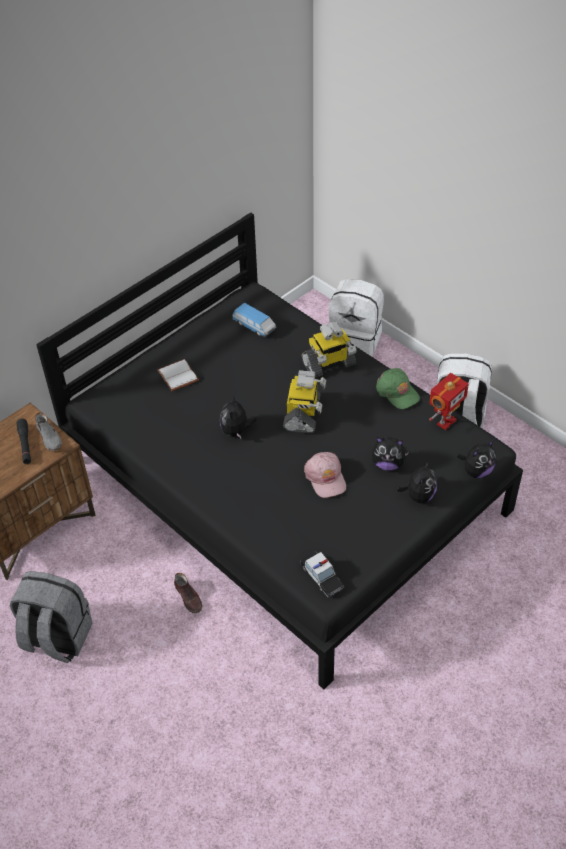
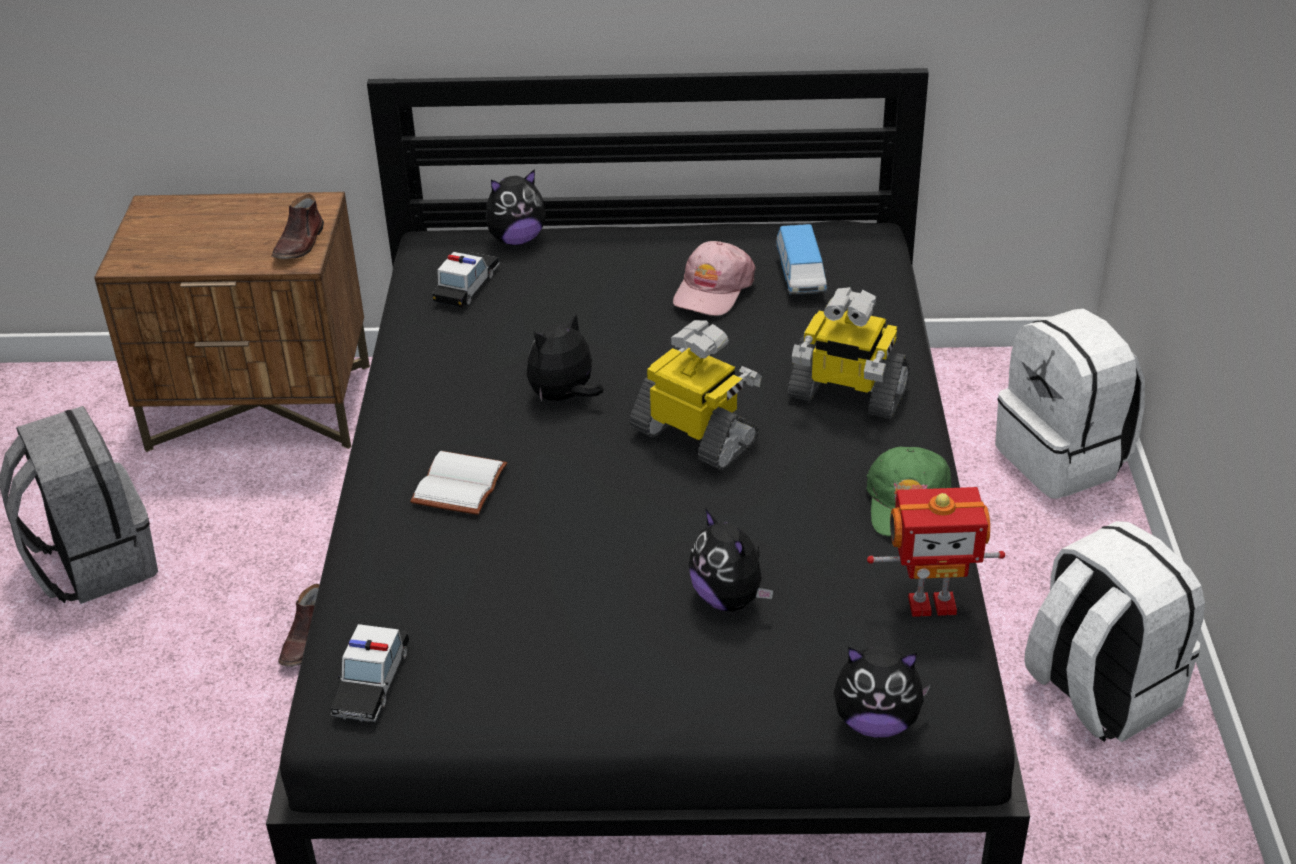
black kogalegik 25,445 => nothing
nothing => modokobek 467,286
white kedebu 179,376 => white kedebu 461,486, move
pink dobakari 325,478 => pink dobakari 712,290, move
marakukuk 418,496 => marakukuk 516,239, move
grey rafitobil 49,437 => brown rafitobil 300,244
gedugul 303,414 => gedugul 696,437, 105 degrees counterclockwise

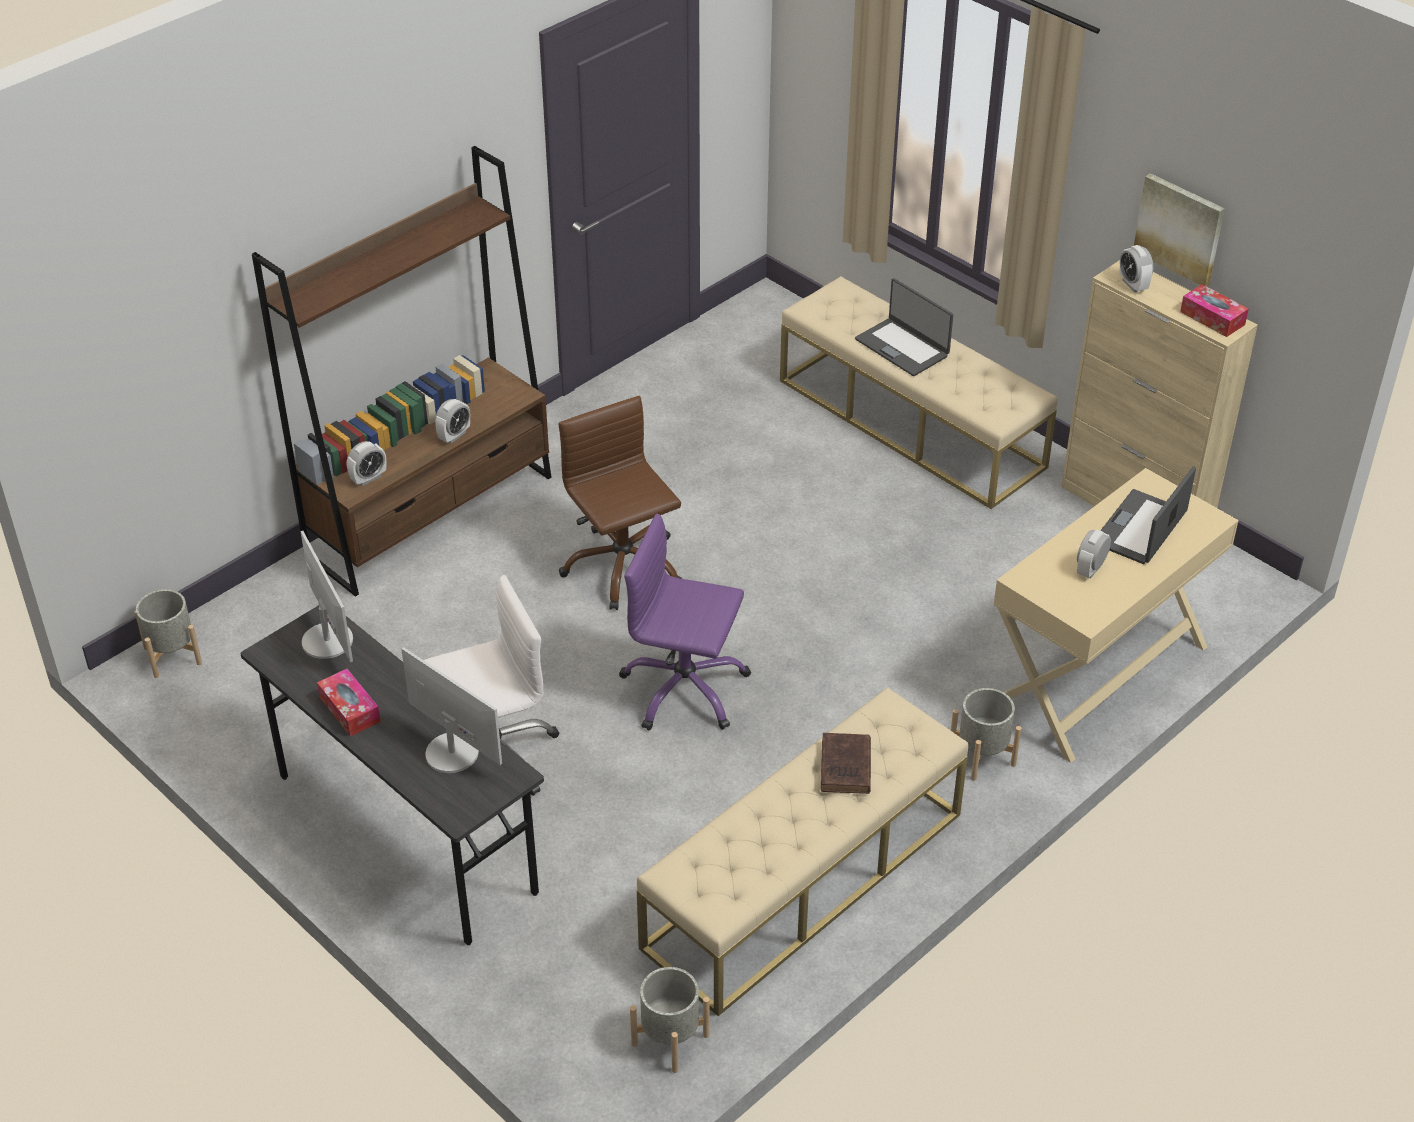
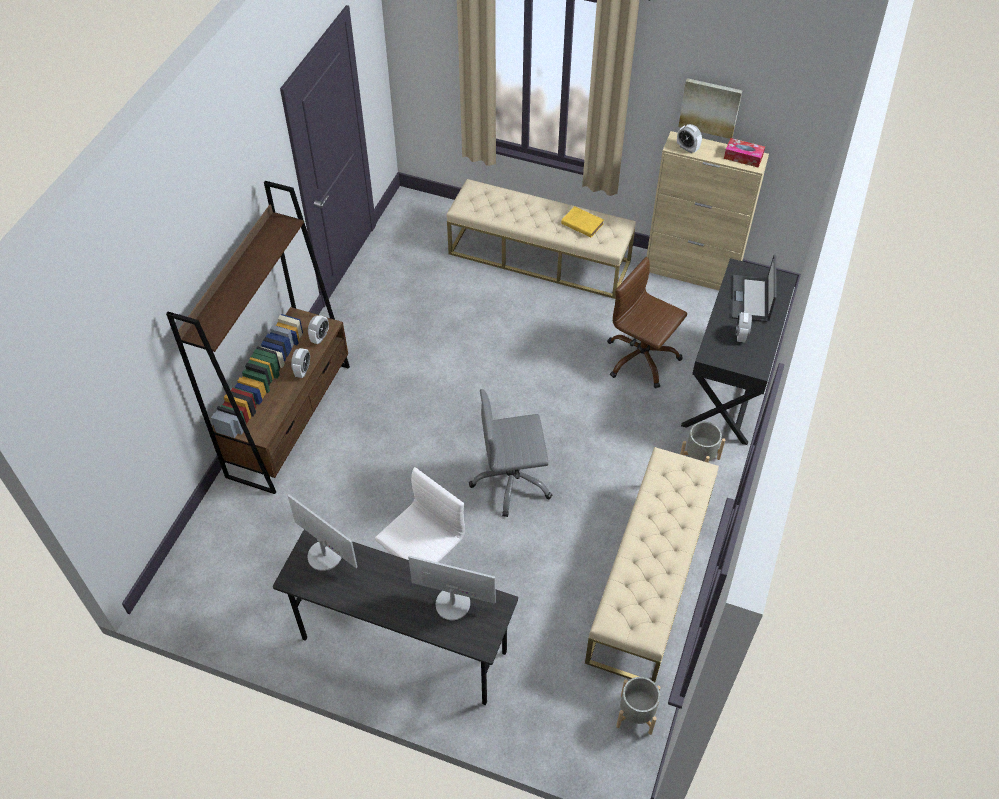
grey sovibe 173,655 => nothing
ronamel 350,709 => nothing
brown kedebu 845,768 => nothing
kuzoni 902,347 => nothing
nothing => yellow kedebu 581,223
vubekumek 368,478 => vubekumek 320,337, move
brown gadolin 622,567 => brown gadolin 641,359, move
purple gadolin 684,689 => grey gadolin 512,481
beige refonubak 1097,676 => black refonubak 730,385

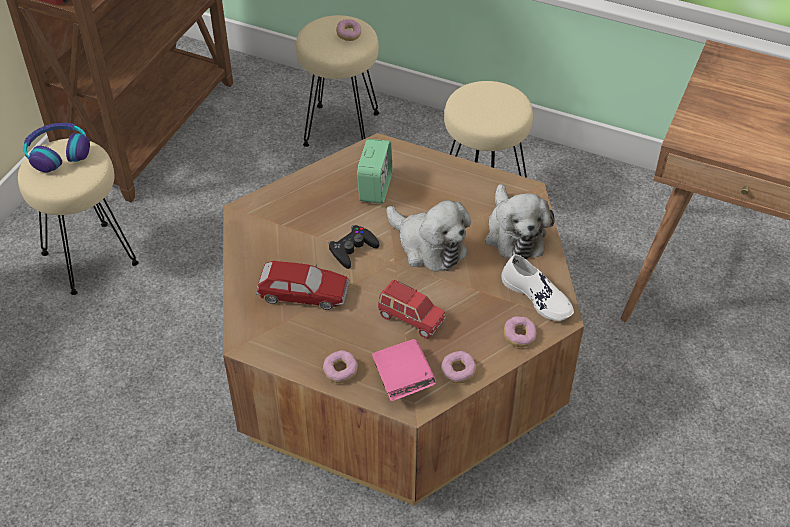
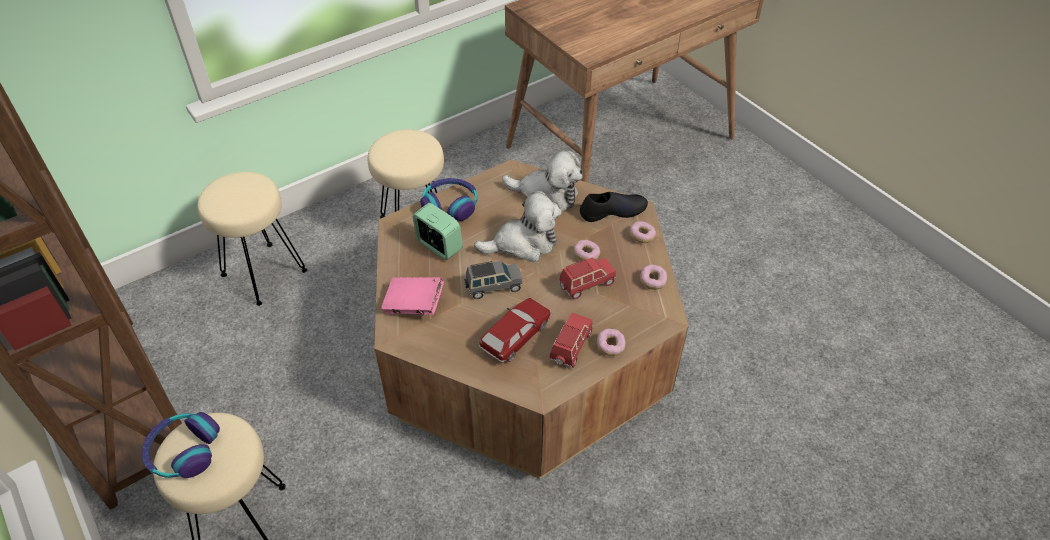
nothing => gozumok 450,205
nothing => red modokobek 570,347
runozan 349,35 => runozan 586,255, move
pink kedebu 403,380 => pink kedebu 414,305, move
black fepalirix 352,250 => grey modokobek 493,287
white rafitobil 537,296 => black rafitobil 613,211

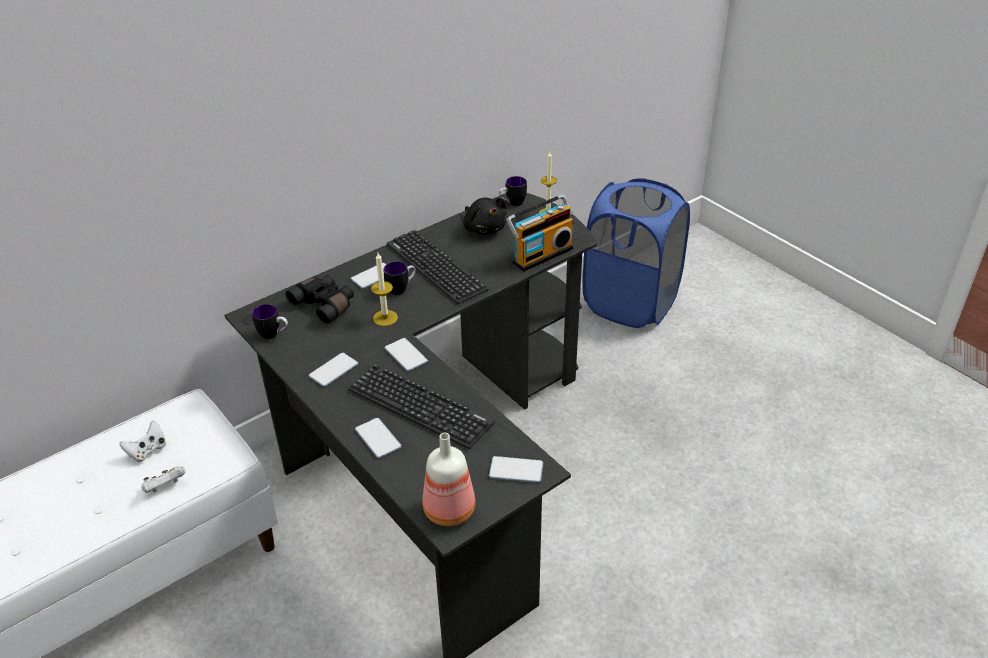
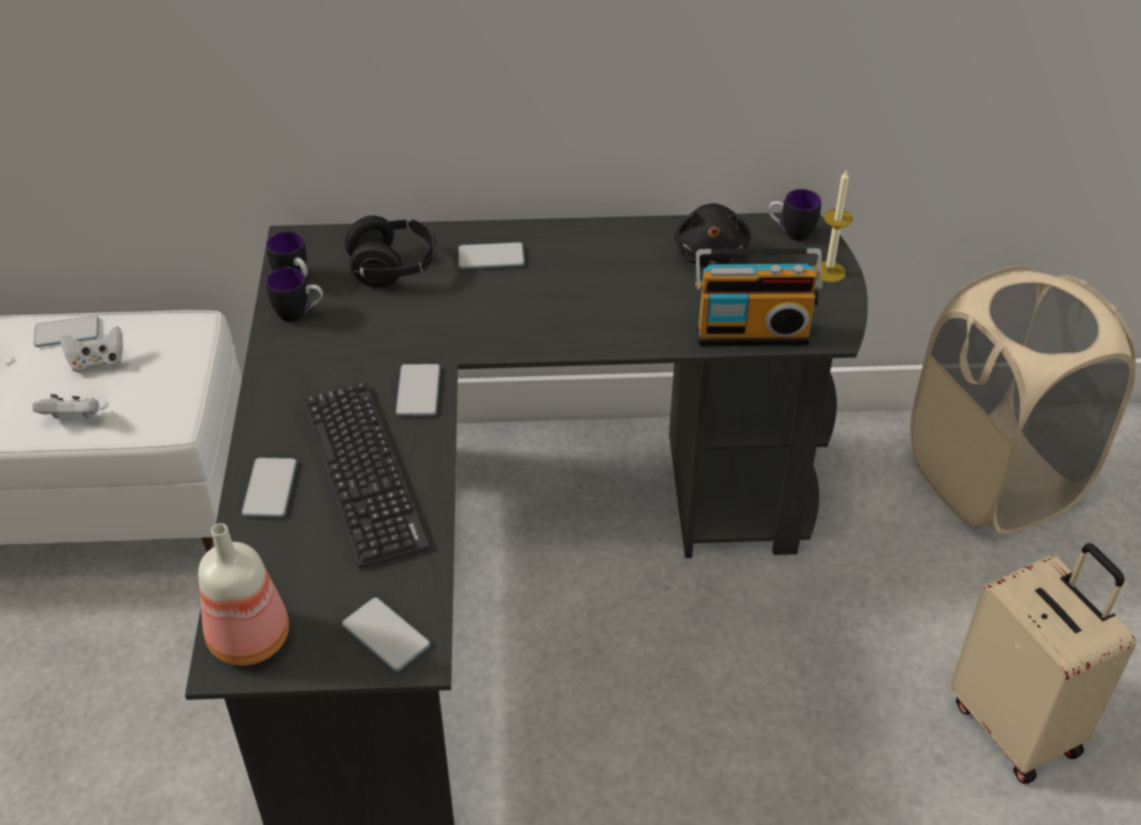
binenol 385,318 => nothing
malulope 436,267 => nothing
nothing => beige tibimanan 1017,726
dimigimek 333,370 => dimigimek 67,333, move
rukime 401,289 => rukime 299,315, move
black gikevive 325,304 => black gozumok 394,269
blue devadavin 630,303 => beige devadavin 993,479

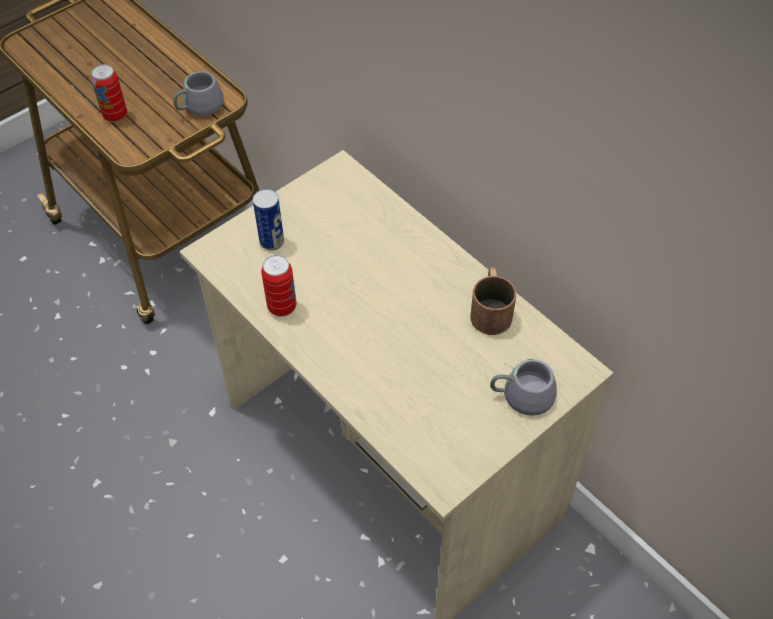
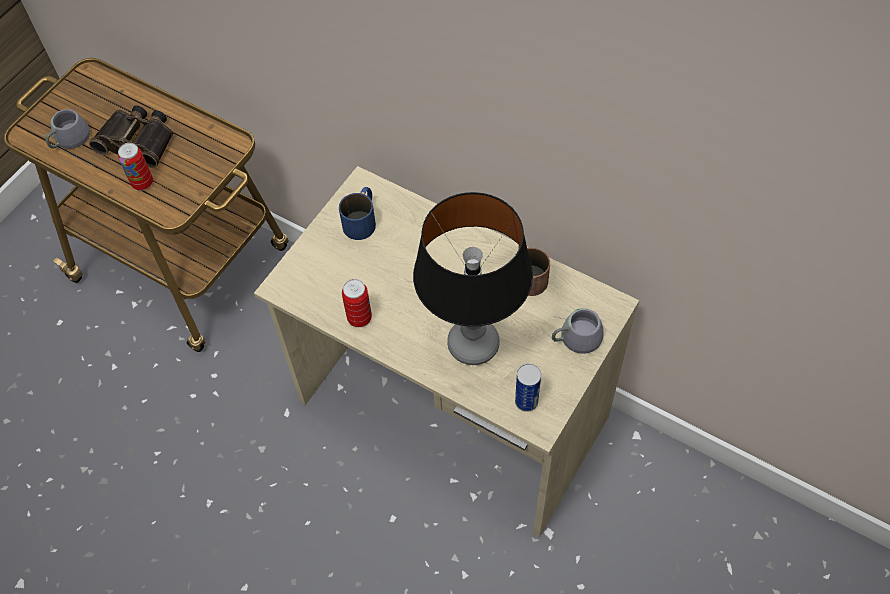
nothing => gikevive 138,140
nothing => blue rukime 362,219
nothing => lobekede 472,344
grey rukime 196,104 => grey rukime 66,138, move
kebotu 272,242 => kebotu 526,401, move

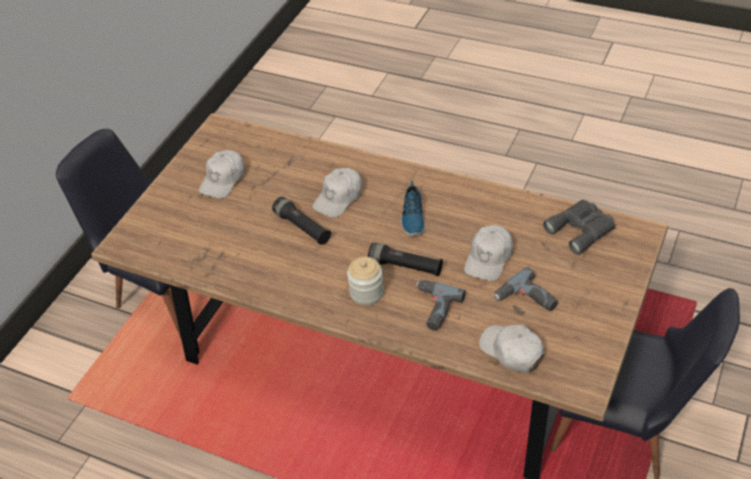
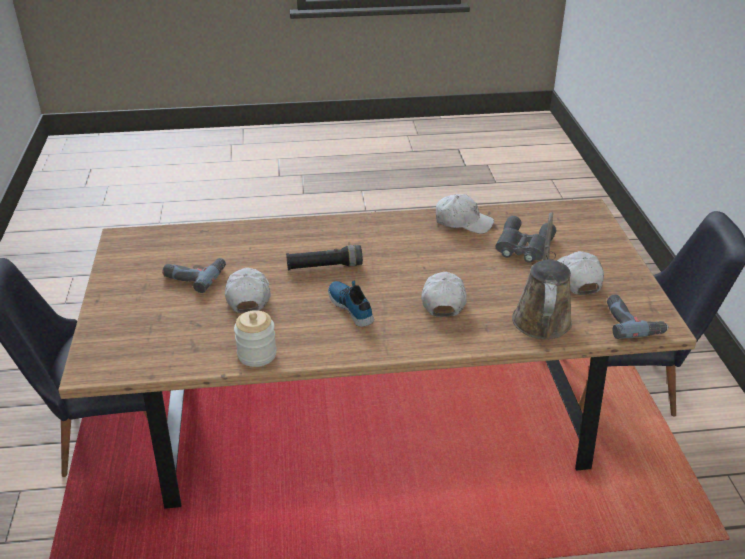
black kogalegik 302,227 => nothing
nothing => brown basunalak 541,316
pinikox 367,292 => pinikox 257,354, move
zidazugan 433,308 => zidazugan 632,322, move
white dobakari 512,351 => white dobakari 463,222, move
grey gikevive 582,229 => grey gikevive 523,246, move

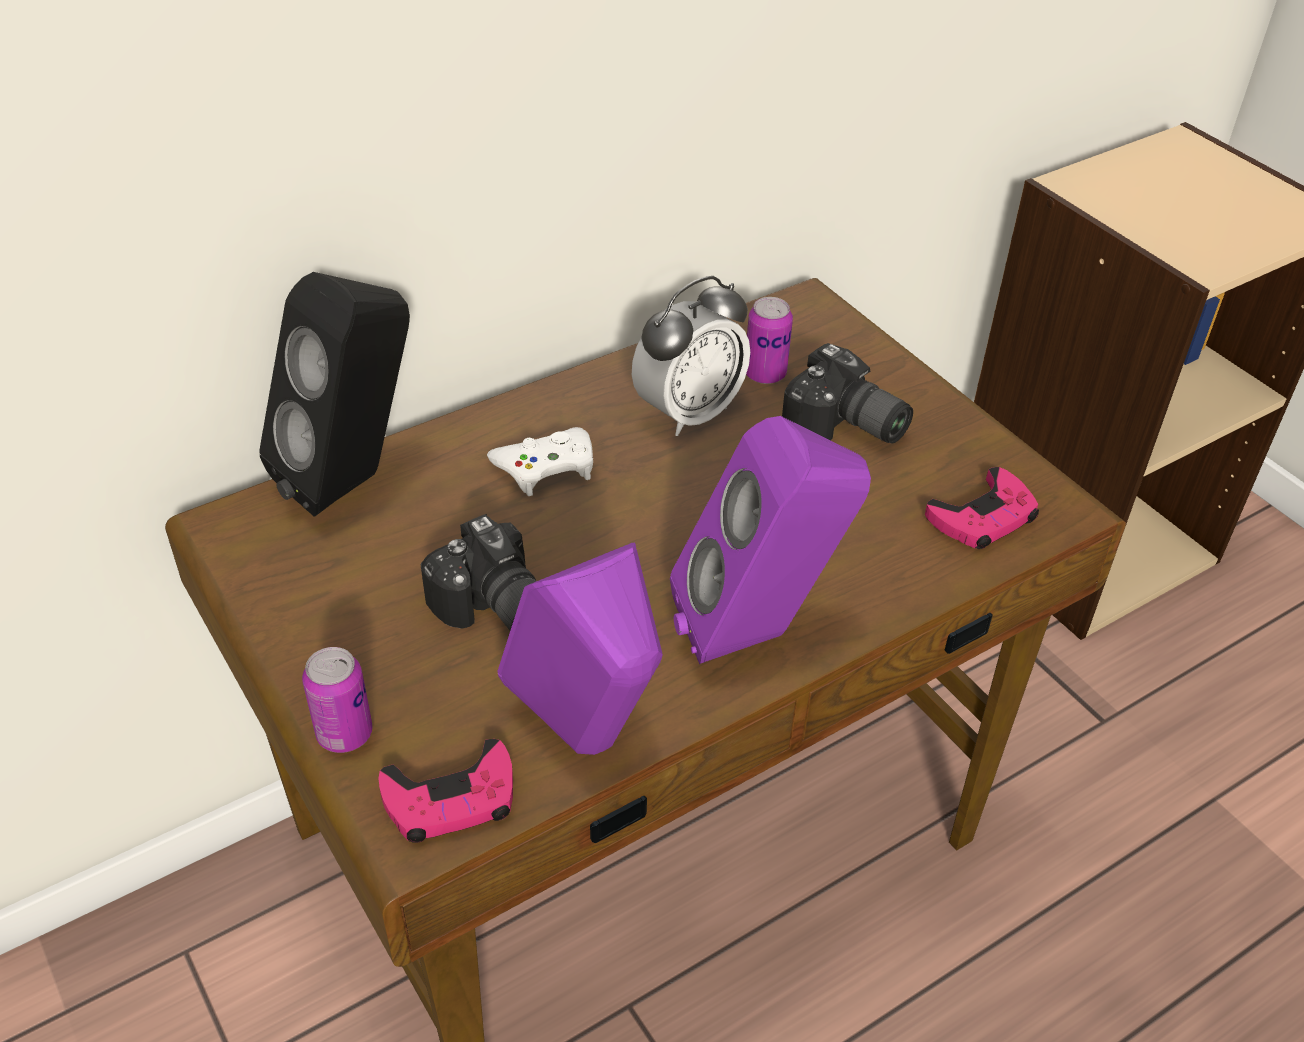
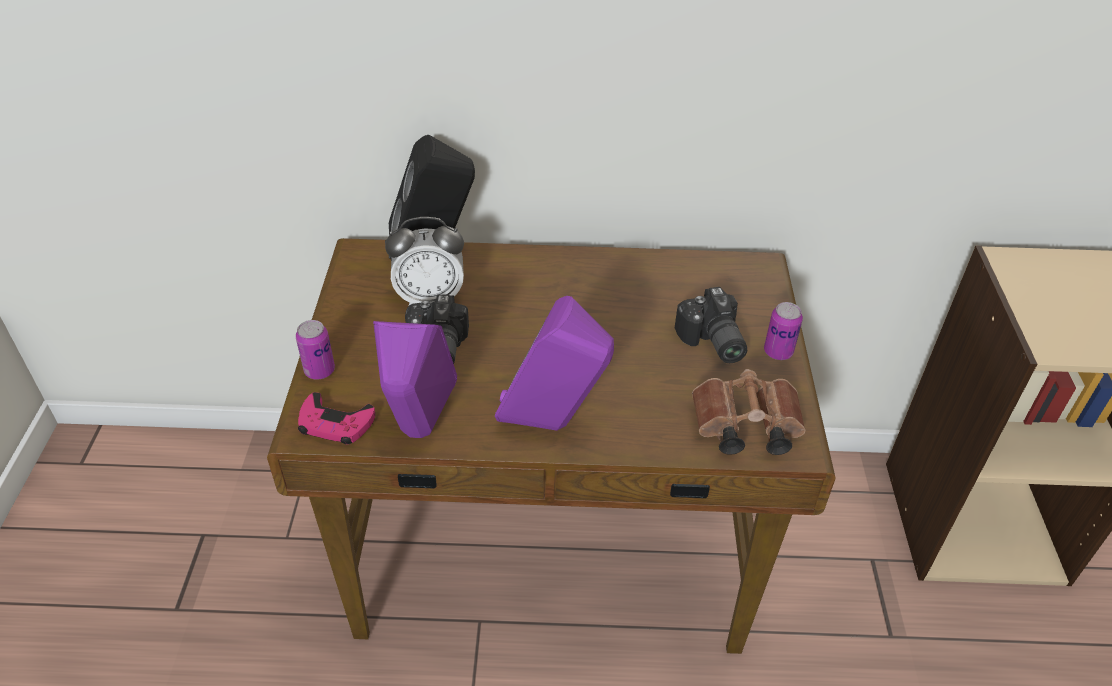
white fepalirix 546,467 => nothing
vubekumek 688,413 => vubekumek 430,298, move
kebotu 765,374 => kebotu 778,352, move
pink fepalirix 983,517 => brown gikevive 742,428

